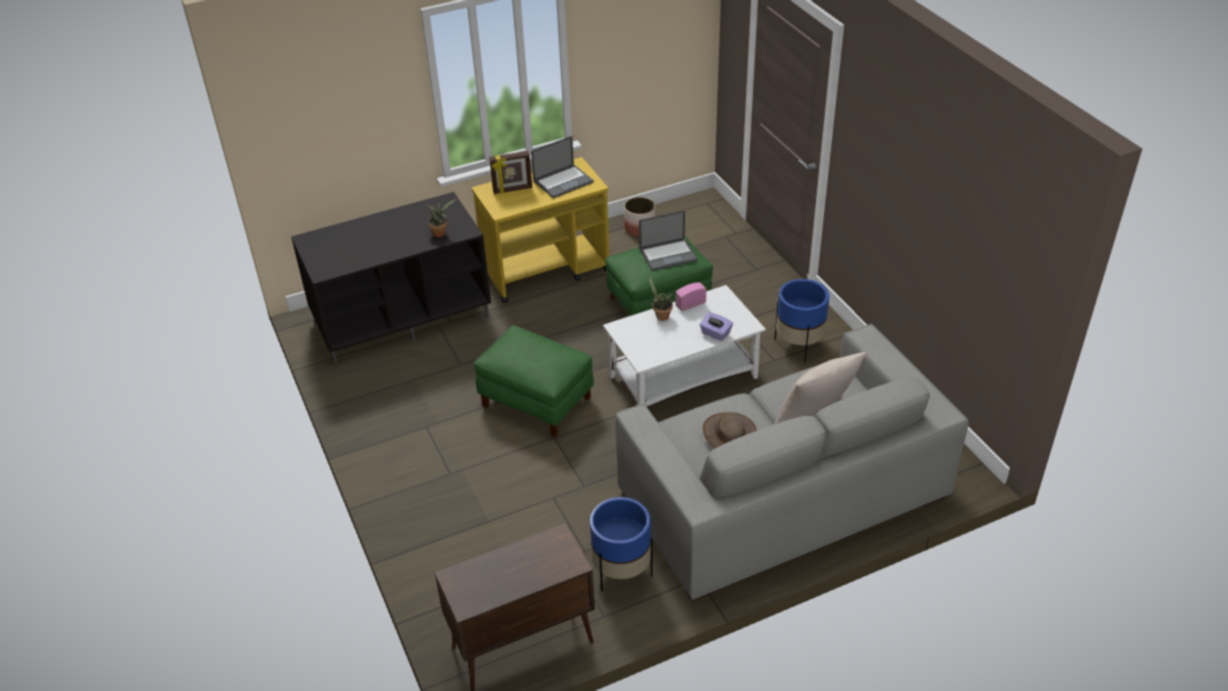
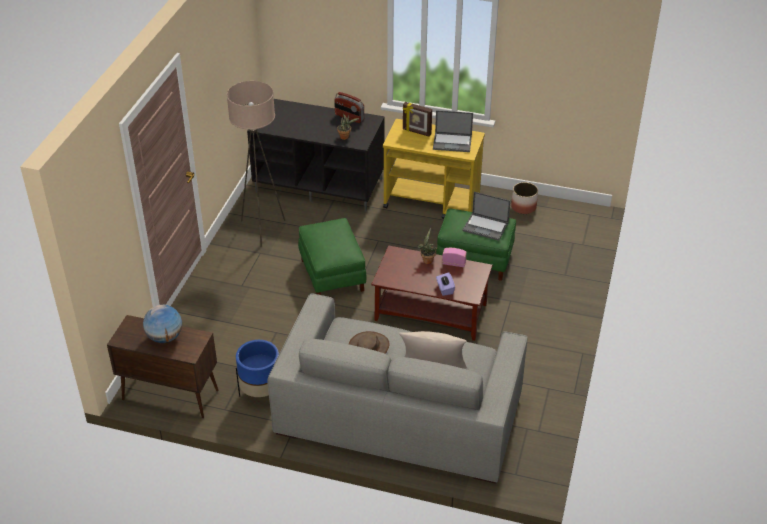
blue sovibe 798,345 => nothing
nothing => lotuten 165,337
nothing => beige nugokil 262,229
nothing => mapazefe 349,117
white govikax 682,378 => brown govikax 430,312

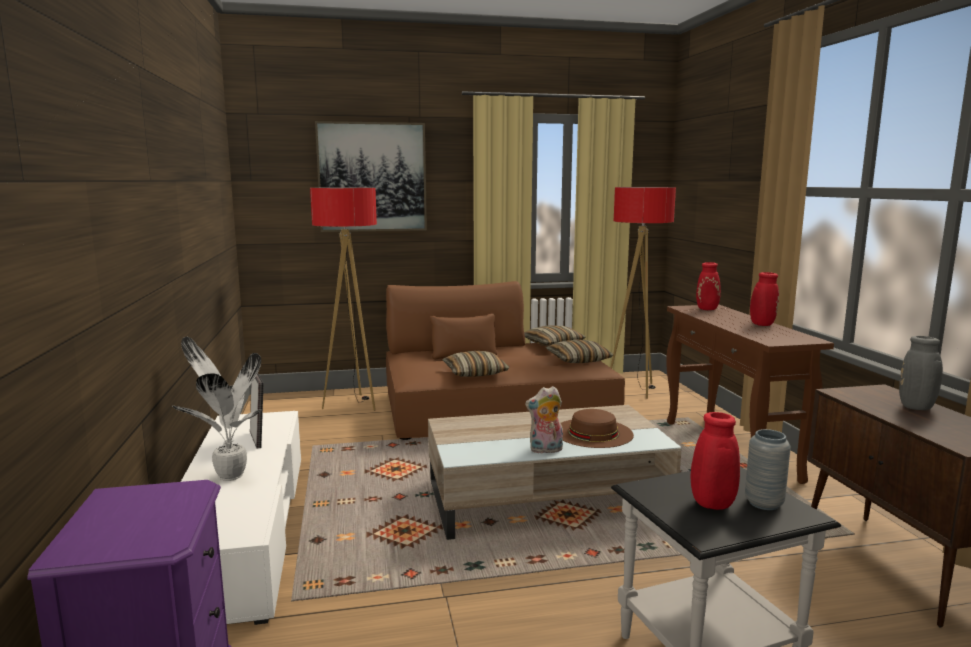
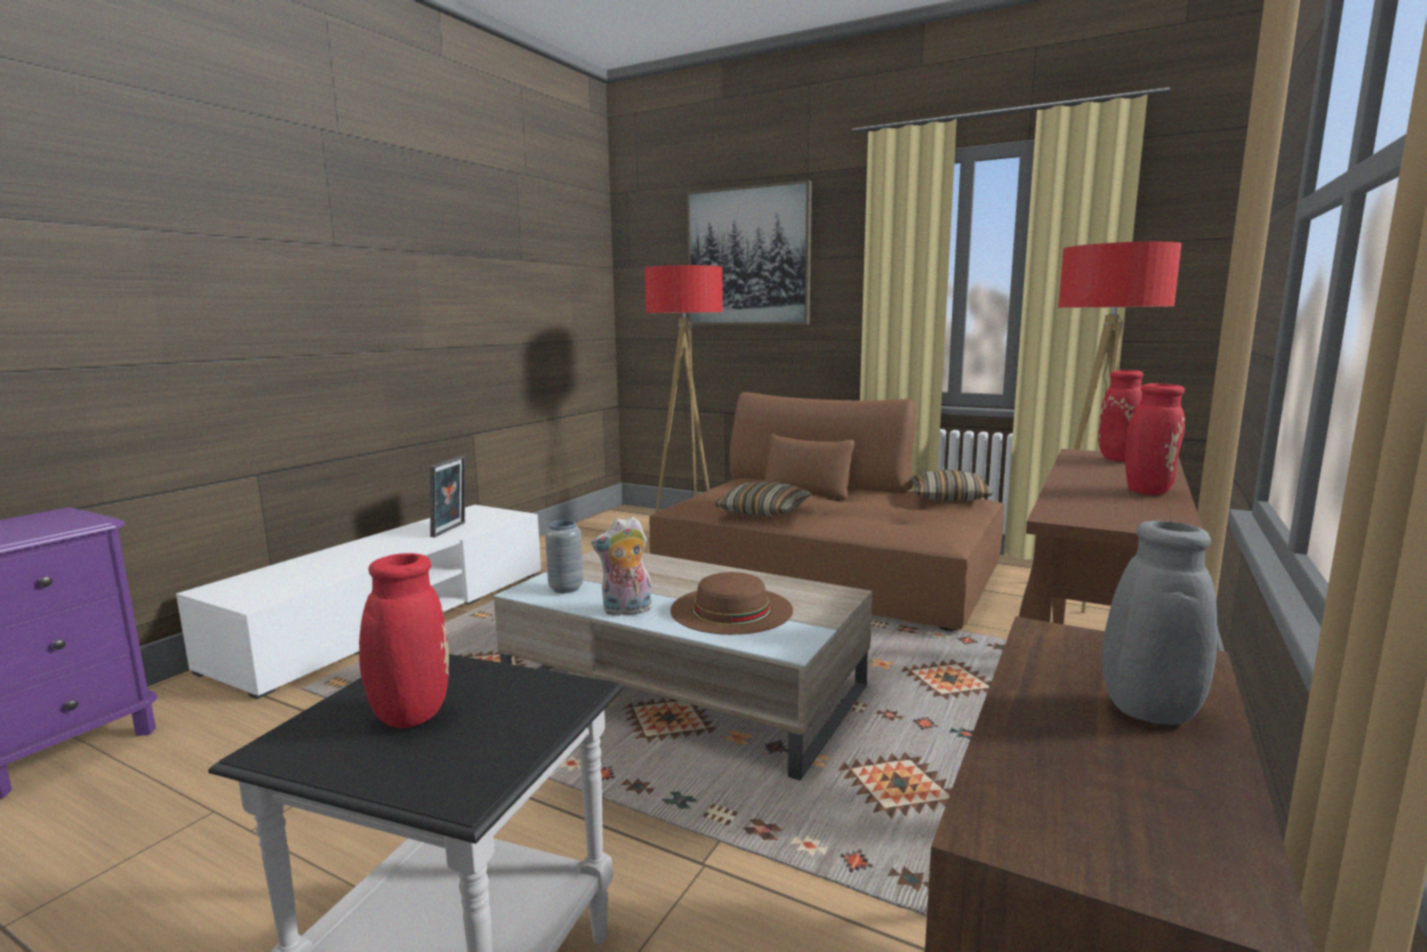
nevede 229,475 => nothing
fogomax 578,360 => nothing
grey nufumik 764,503 => grey nufumik 566,588, move
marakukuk 545,450 => marakukuk 626,611, 45 degrees counterclockwise

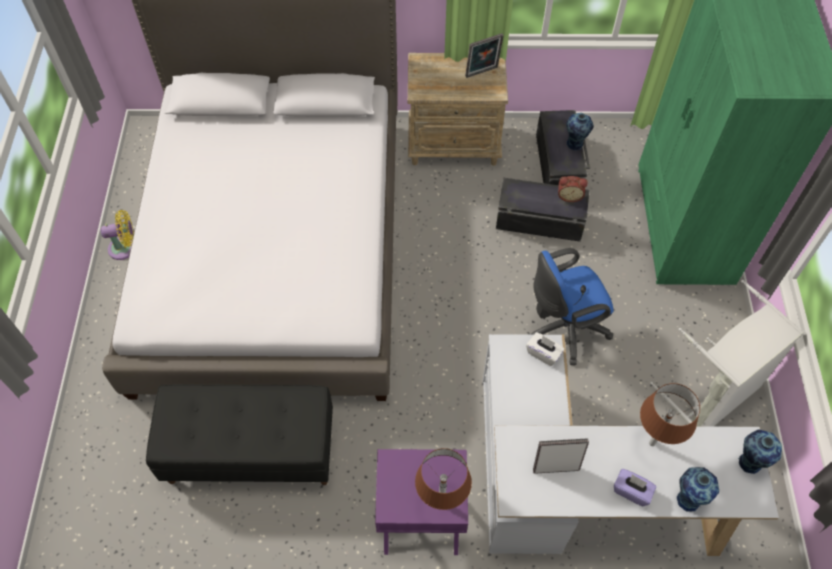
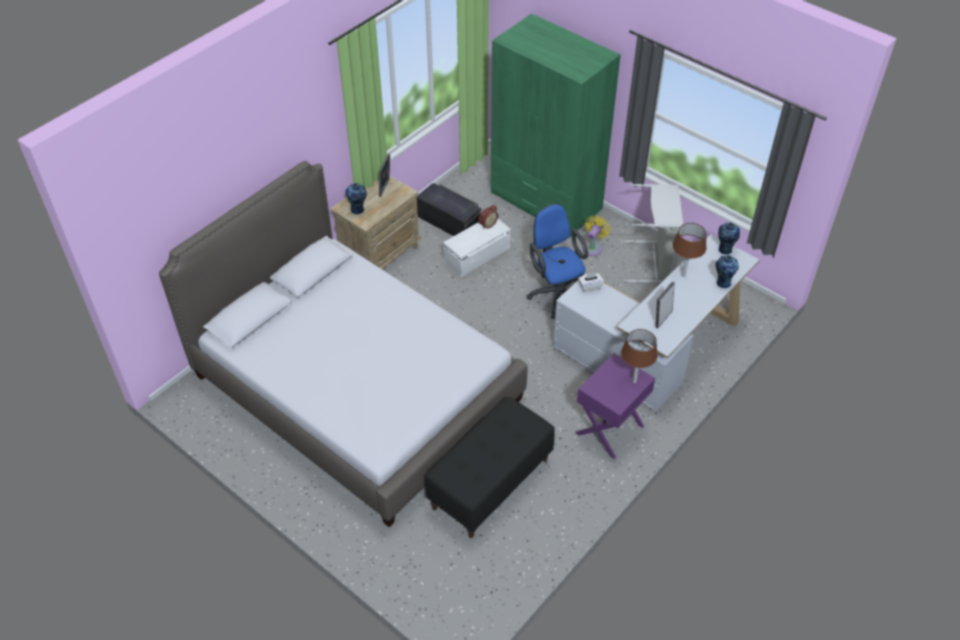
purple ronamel 631,491 => nothing
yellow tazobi 125,248 => yellow tazobi 593,247, move
nufumik 575,144 => nufumik 358,210, move
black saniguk 539,221 => white saniguk 477,255
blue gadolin 562,329 => blue gadolin 556,293, 135 degrees clockwise

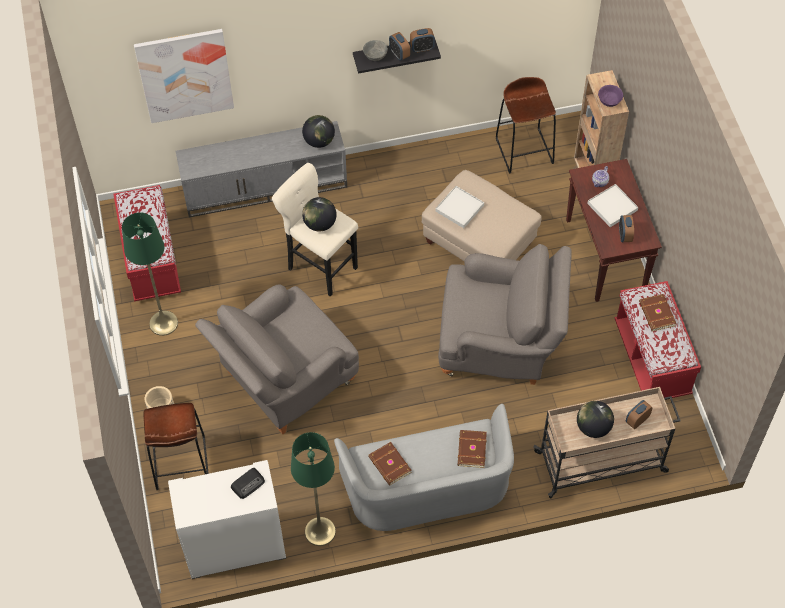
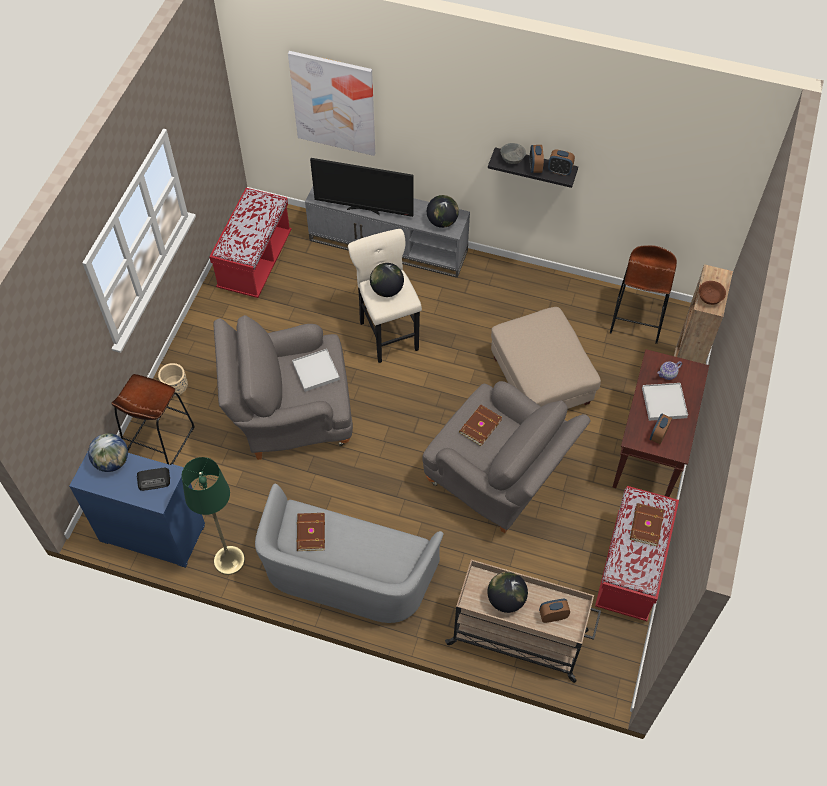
green nugokil 163,323 => nothing
nothing => lotuten 112,462
nothing => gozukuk 364,209
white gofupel 459,208 => white gofupel 315,371, move
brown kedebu 471,450 => brown kedebu 479,426, move
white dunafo 234,547 => blue dunafo 151,533
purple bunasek 609,101 => brown bunasek 709,299

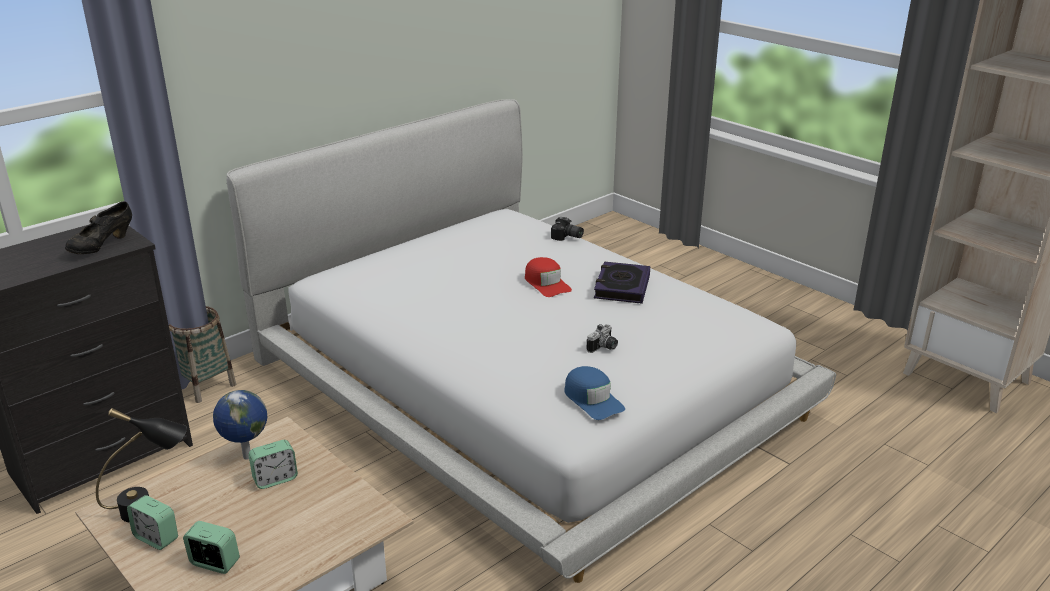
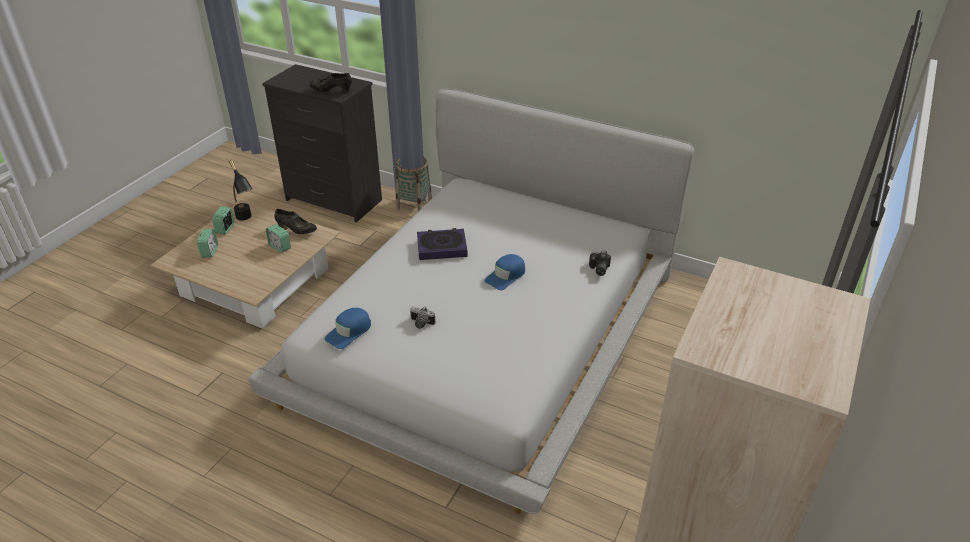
kedebu 621,287 => kedebu 442,247, move
lotuten 246,457 => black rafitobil 296,231
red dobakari 546,283 => blue dobakari 506,276

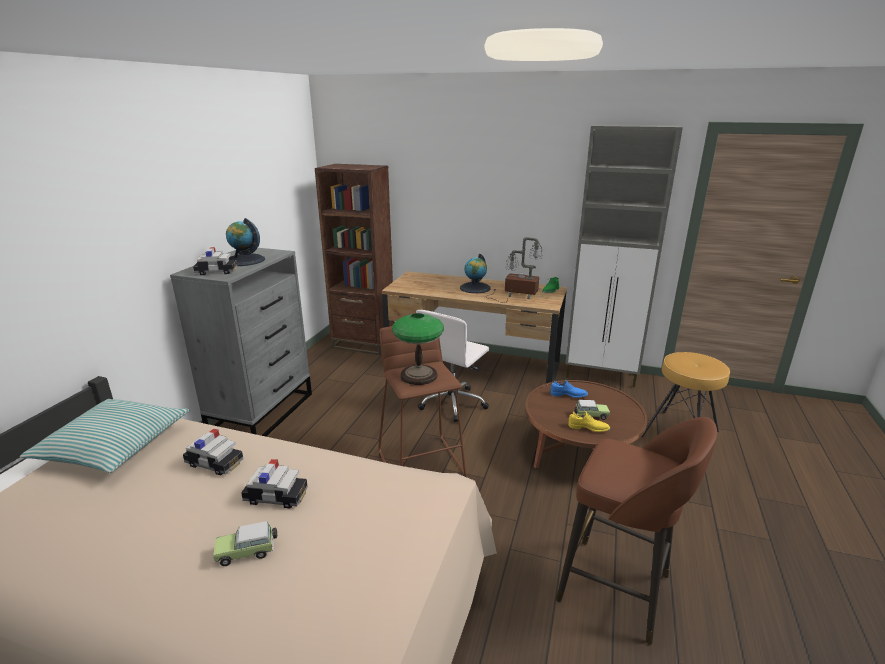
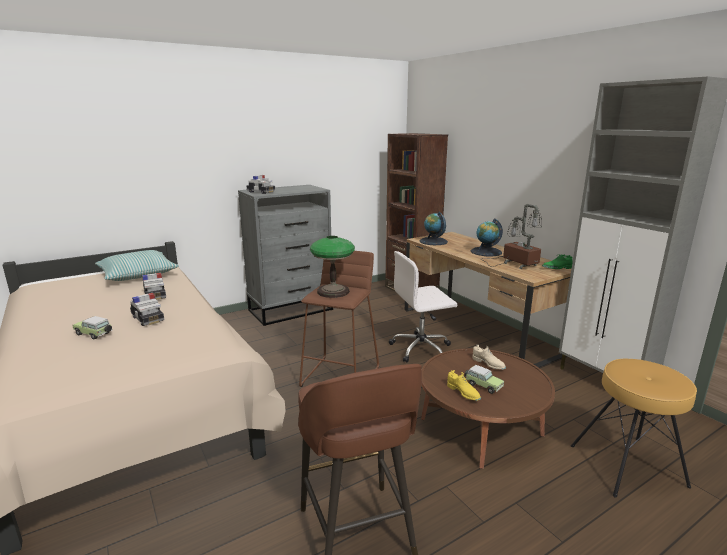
lotuten 244,260 => lotuten 433,241, move
blue rafitobil 568,395 => beige rafitobil 488,364

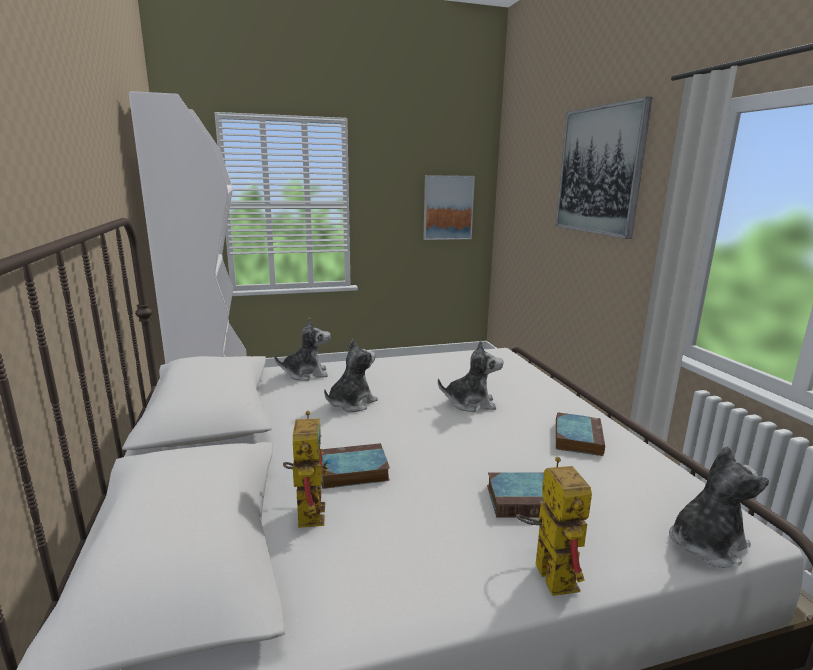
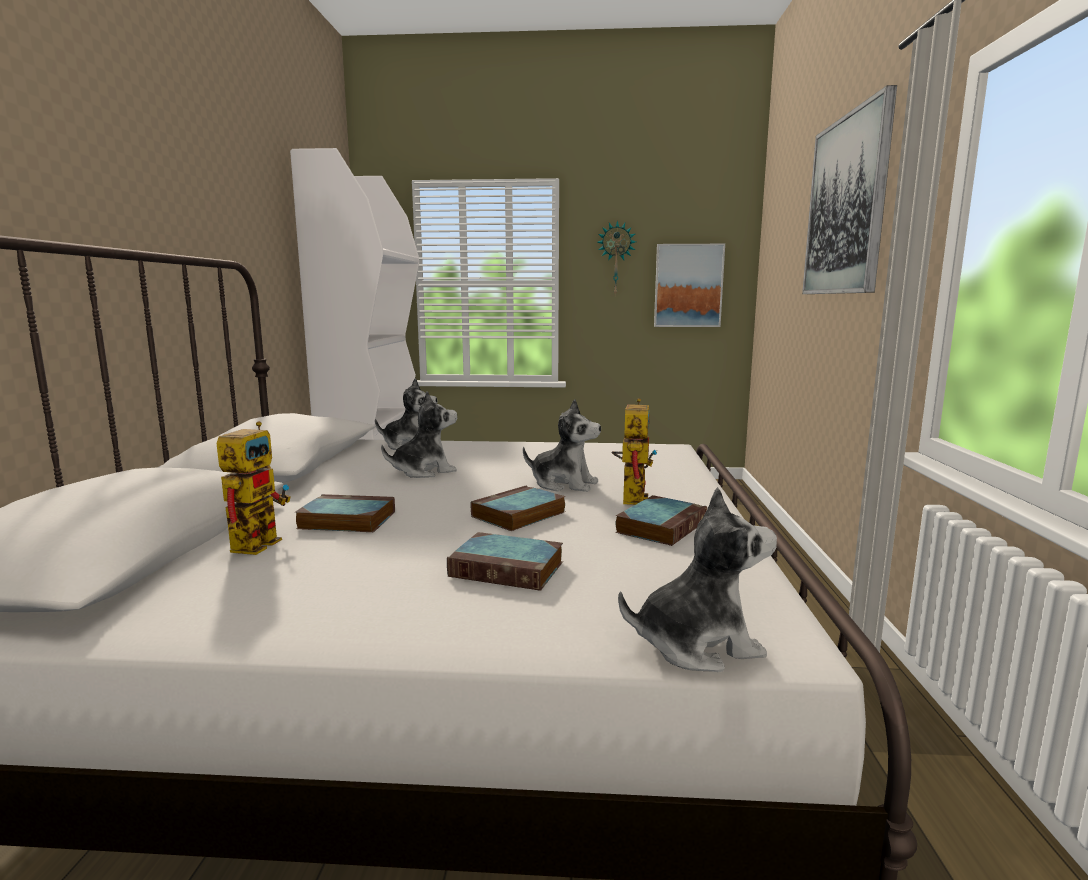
nothing => kedebu 518,515
nothing => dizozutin 616,259
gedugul 547,570 => gedugul 631,496, move

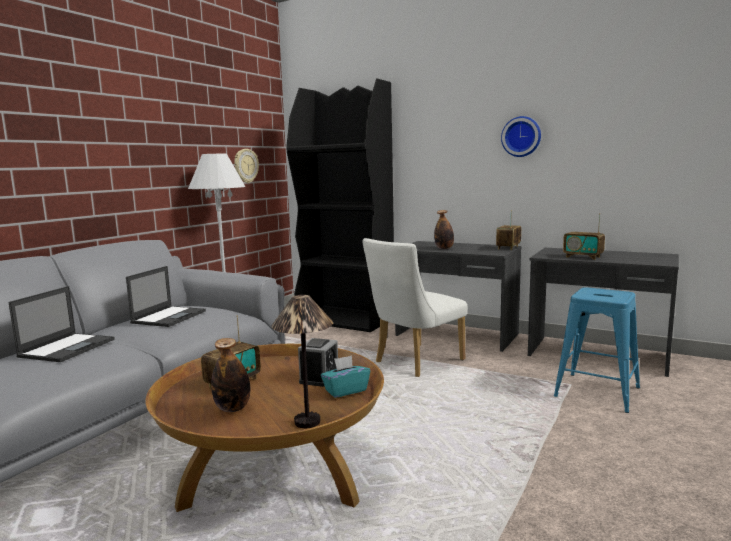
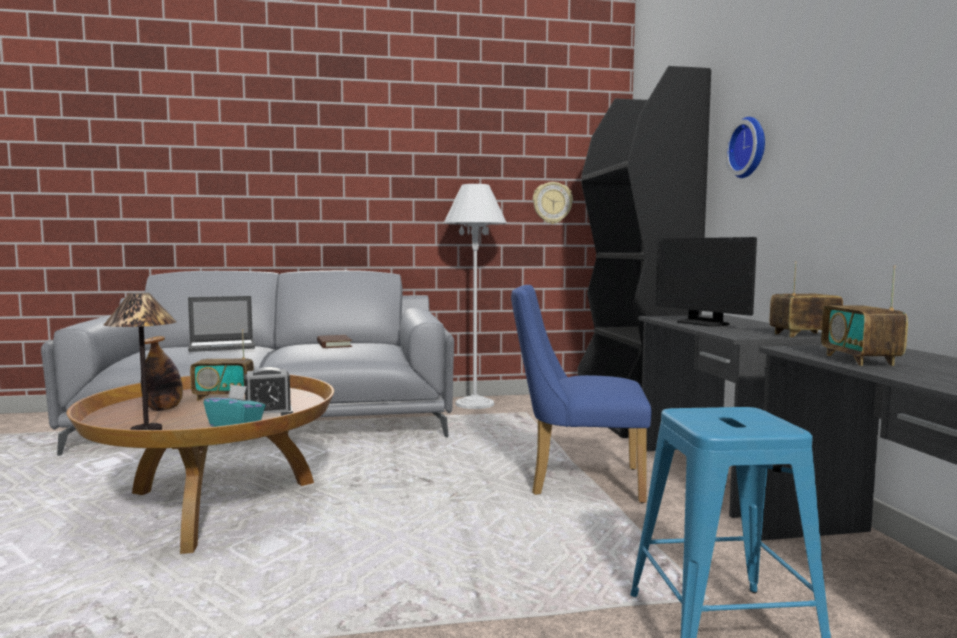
dizozutin 521,136 => dizozutin 750,147, move
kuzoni 169,317 => brown kedebu 334,344
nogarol 444,248 => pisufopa 702,323
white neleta 414,362 => blue neleta 576,481

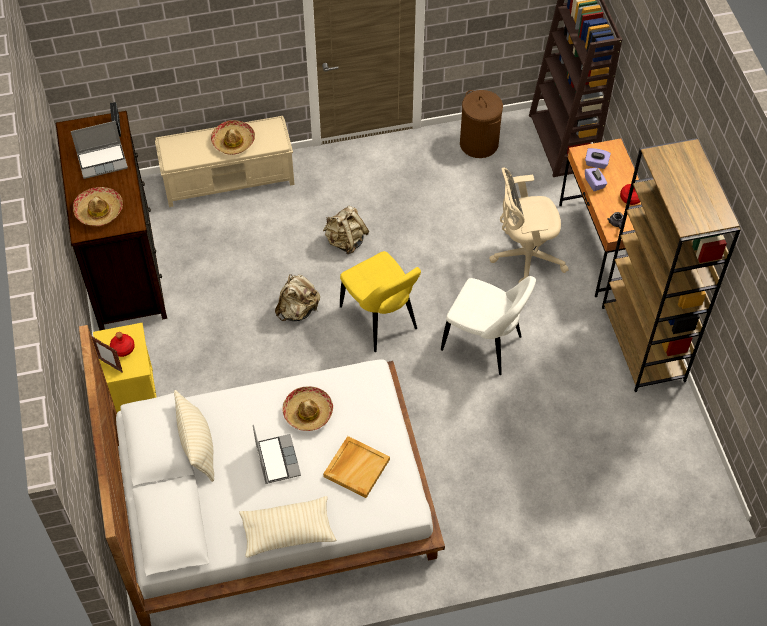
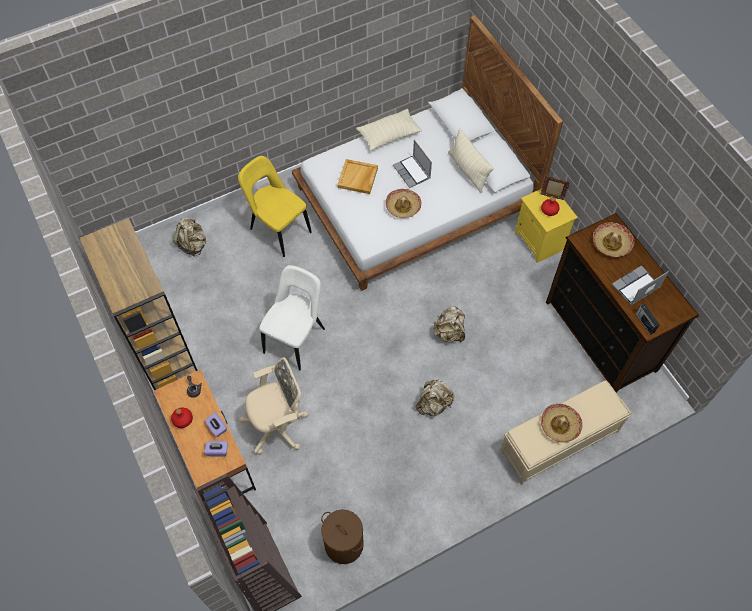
nothing => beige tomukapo 193,244
yellow neleta 380,320 => yellow neleta 278,229, move
white neleta 485,345 => white neleta 296,338, 105 degrees clockwise

